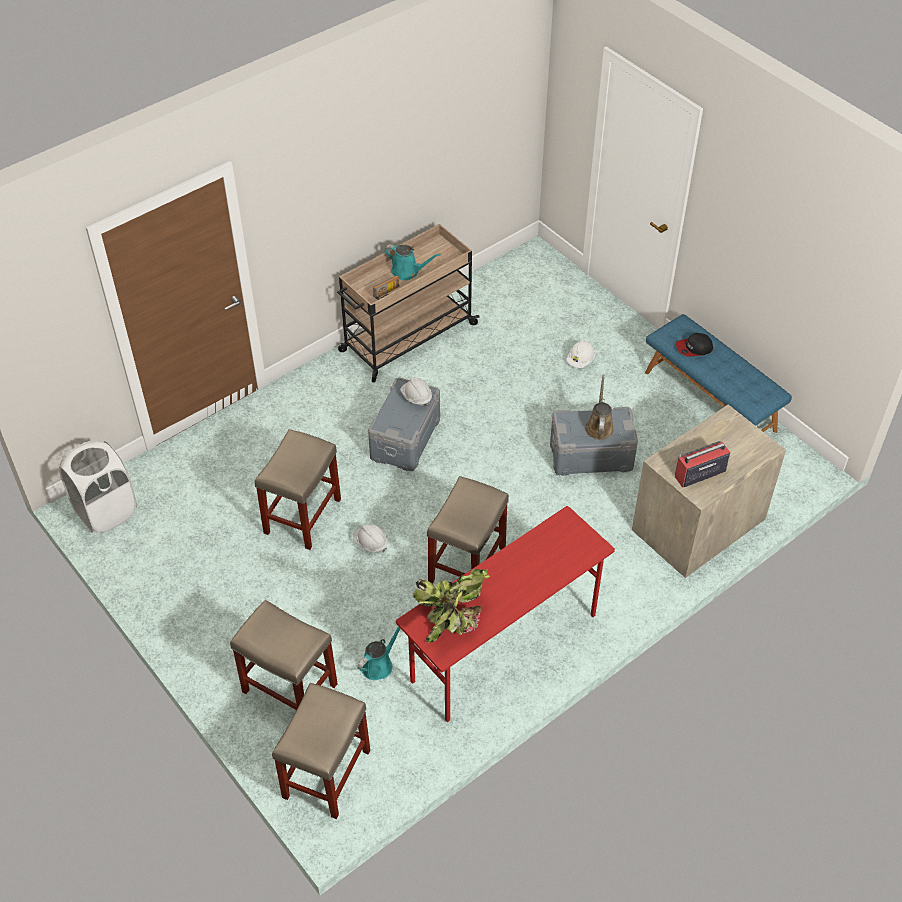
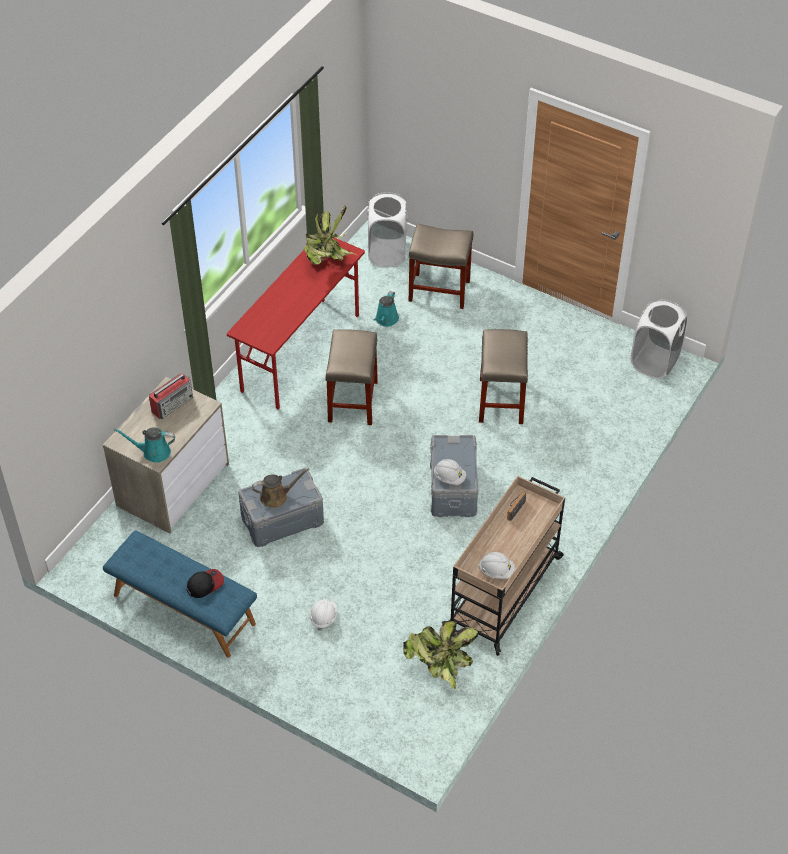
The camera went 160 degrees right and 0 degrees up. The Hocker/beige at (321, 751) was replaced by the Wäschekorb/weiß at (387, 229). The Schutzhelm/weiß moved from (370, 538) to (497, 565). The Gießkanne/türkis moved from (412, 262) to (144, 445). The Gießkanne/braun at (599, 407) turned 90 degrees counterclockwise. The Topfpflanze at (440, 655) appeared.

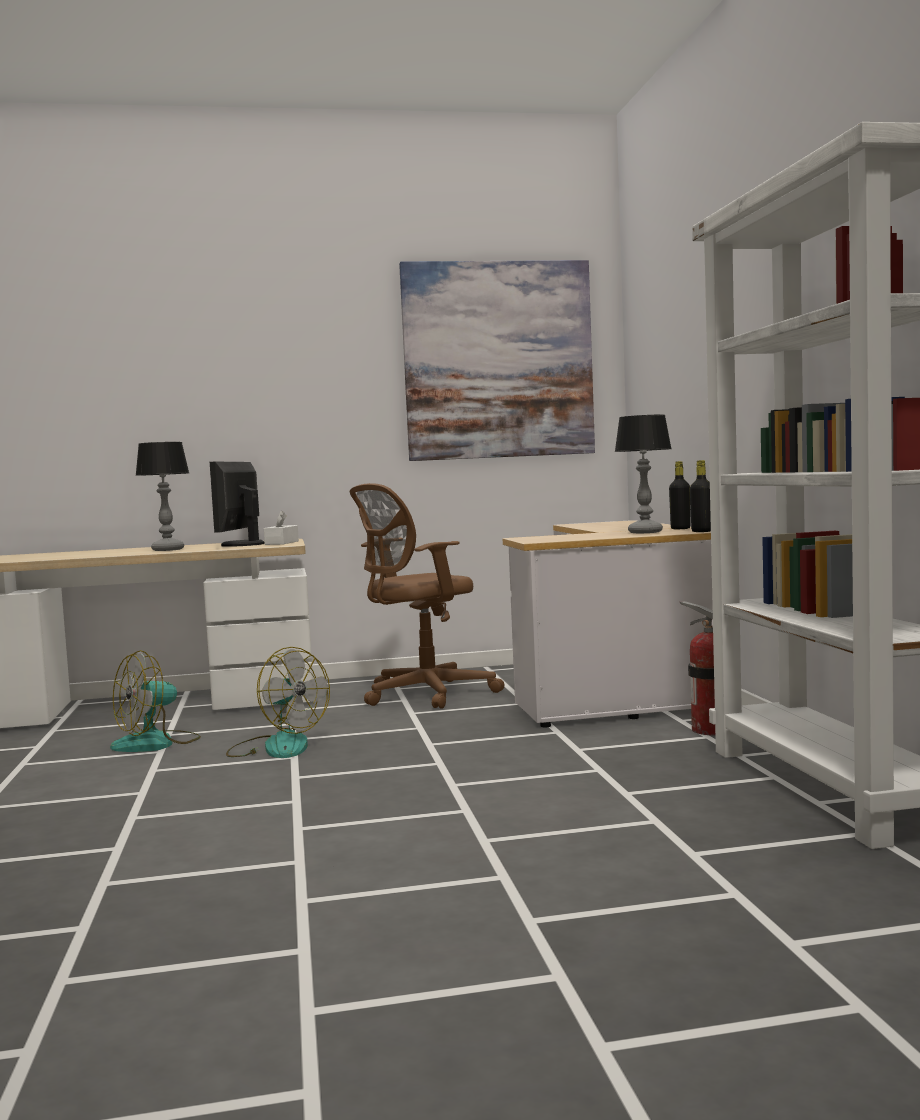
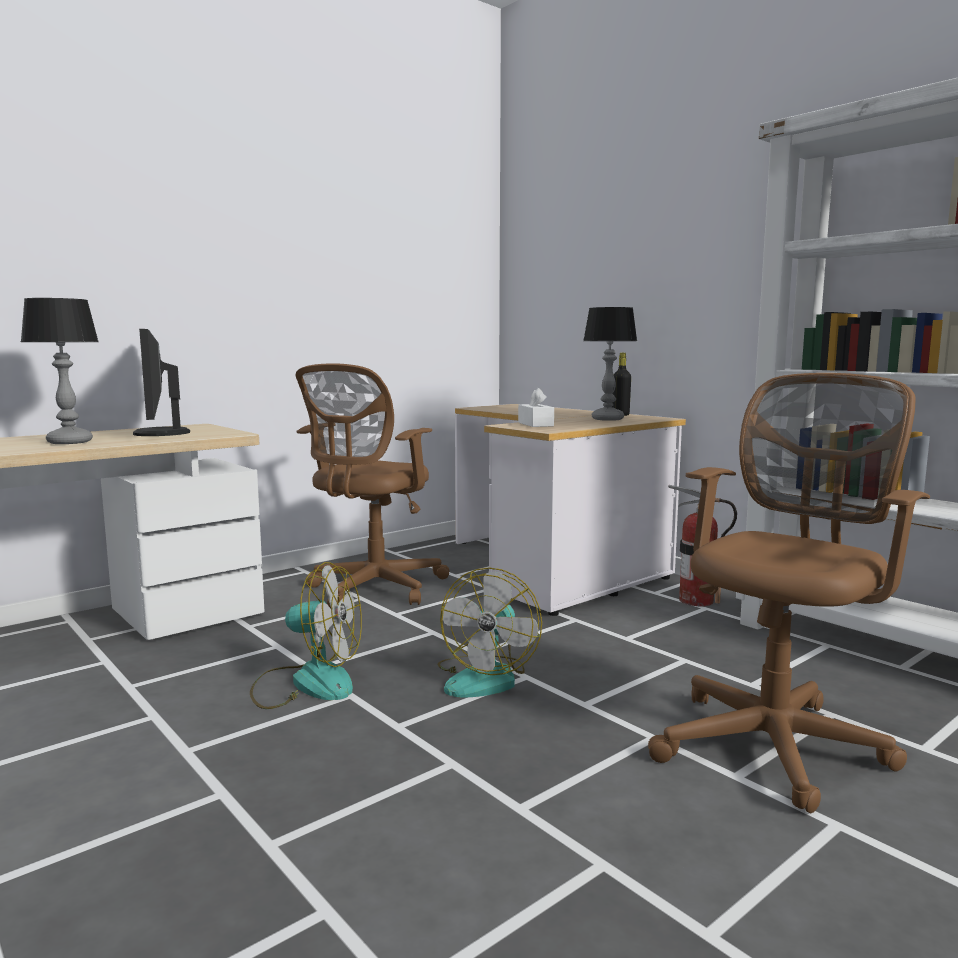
The camera went 30 degrees left and 5 degrees up. The Ventilator moved from (155, 701) to (490, 632). The Taschentuchbox/weiß moved from (281, 527) to (536, 407). The Bild at (497, 360) disappeared. The Flasche/schwarz at (700, 496) disappeared. The Bürostuhl/braun at (789, 593) appeared.

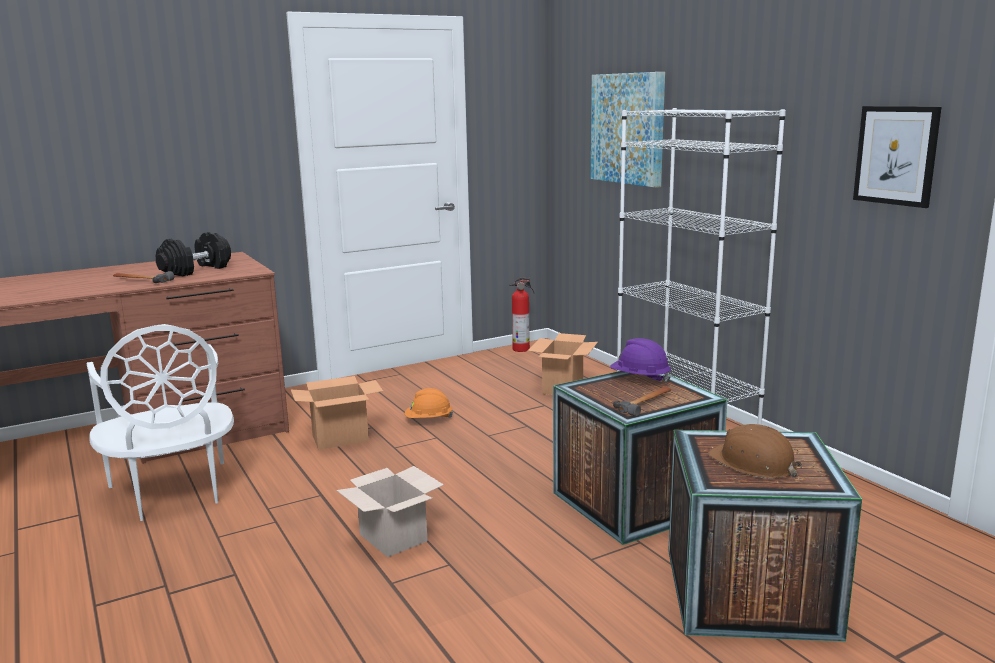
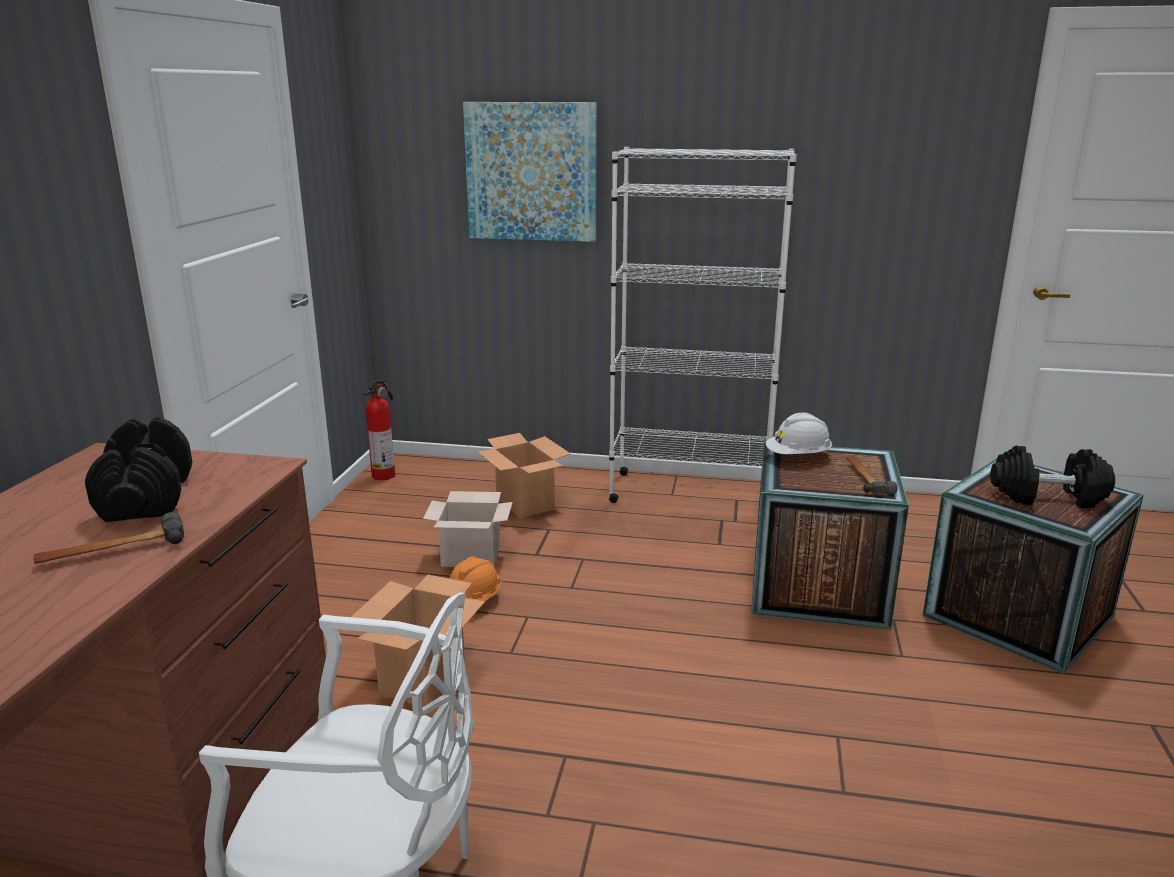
The camera went 50 degrees left and 5 degrees up. The Karton moved from (390, 511) to (468, 529). The Schutzhelm/lila at (640, 360) became the Schutzhelm/weiß at (799, 433). The Schutzhelm/braun at (755, 451) was replaced by the Hantel/schwarz at (1052, 476). The Bild at (897, 157) disappeared.

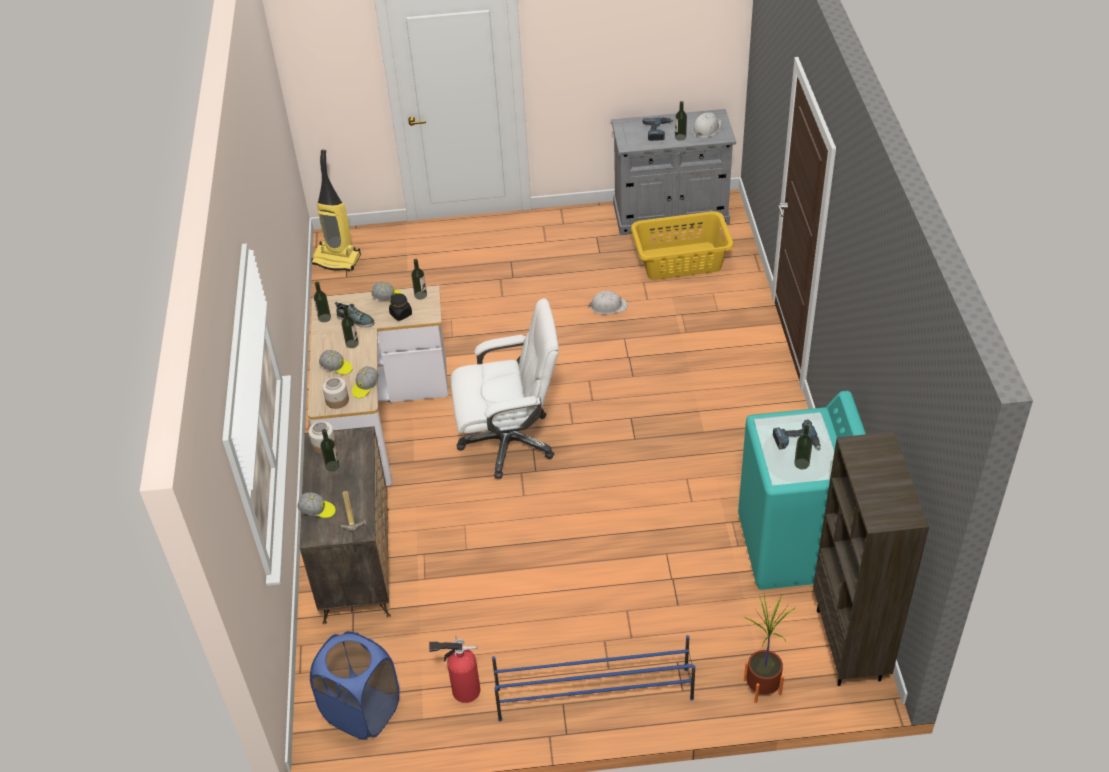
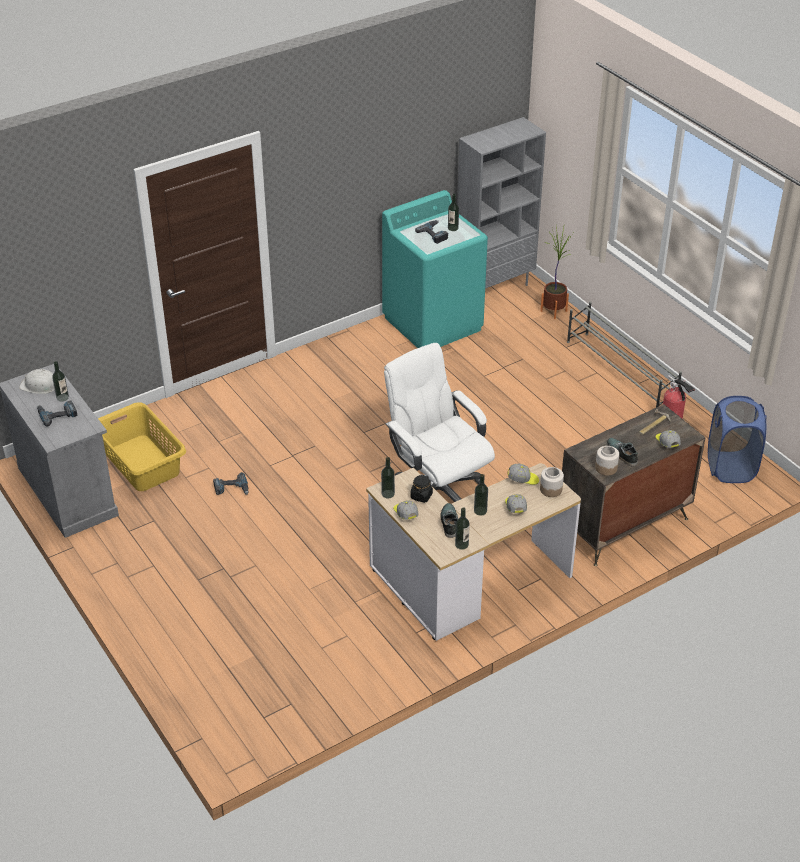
The camera went 120 degrees left and 5 degrees down. The Staubsauger at (336, 210) disappeared. The Flasche at (330, 450) was replaced by the Schuh at (622, 452). The Schuhregal/blau at (594, 678) became the Schuhregal/grau at (624, 354). The Schutzhelm/weiß at (607, 302) was replaced by the Bohrmaschine at (230, 483). The Bücherregal/braun at (871, 559) became the Bücherregal/grau at (501, 203).

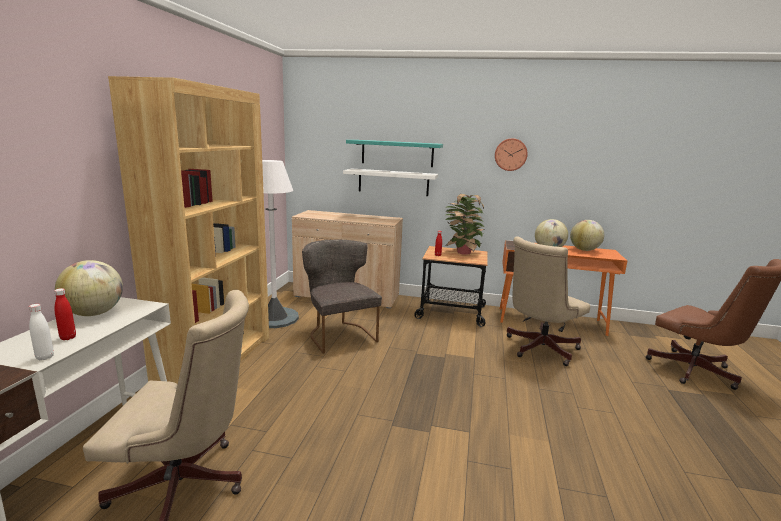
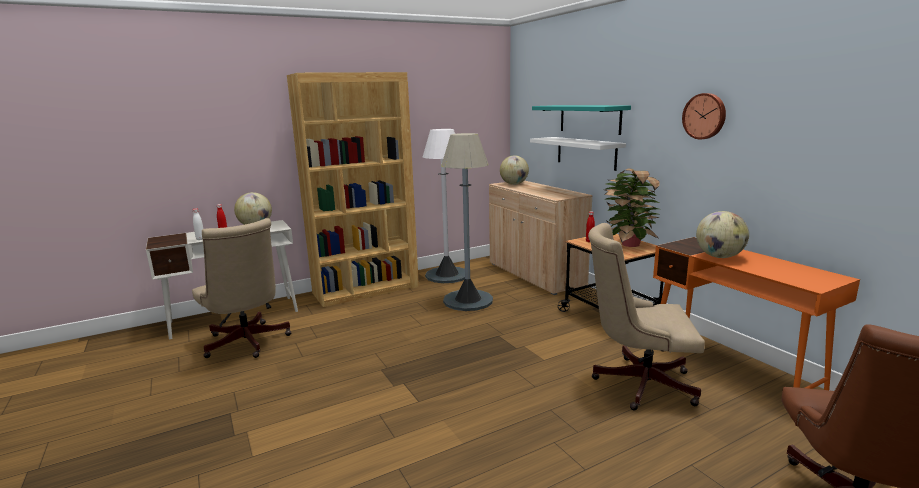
The camera went 50 degrees right and 0 degrees up. The Stuhl/grau at (342, 297) was replaced by the Stehlampe/grau at (467, 222). The Globus moved from (587, 235) to (514, 170).

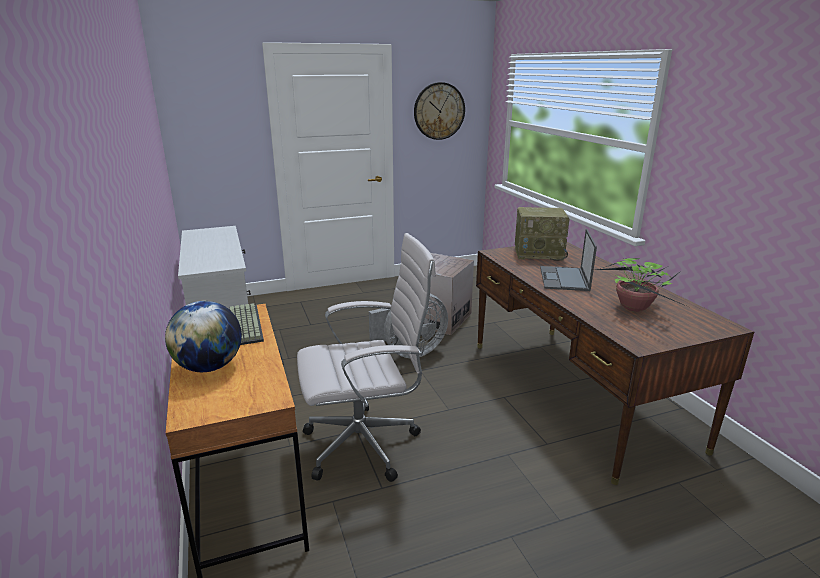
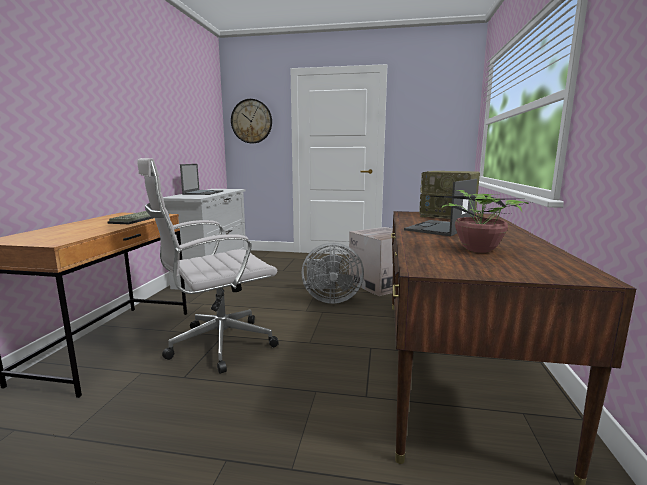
The camera went 30 degrees right and 10 degrees down. The Globus at (203, 336) disappeared. The Bürostuhl/weiß at (366, 357) turned 135 degrees clockwise. The Wanduhr moved from (439, 111) to (251, 121). The Laptop at (202, 179) appeared.

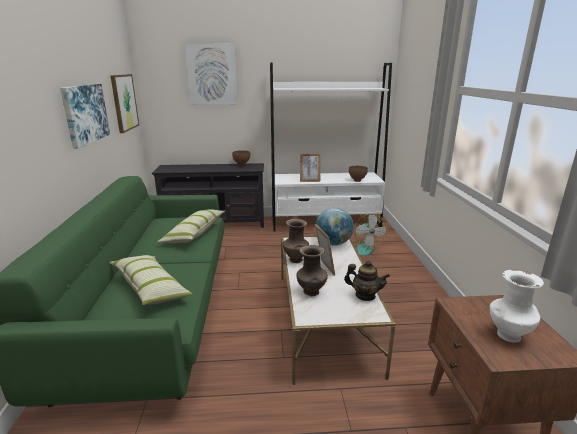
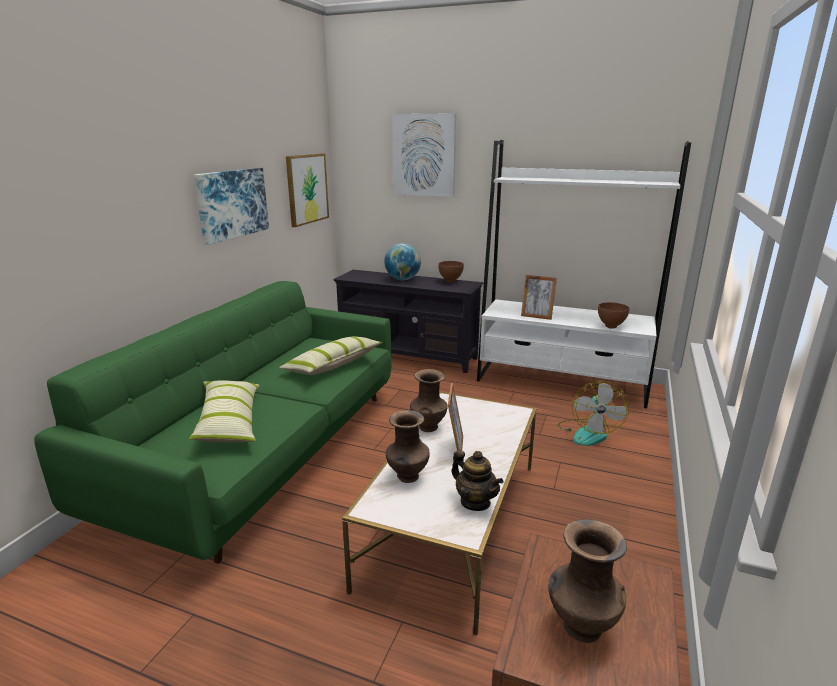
The camera went 25 degrees right and 0 degrees up. The Globus moved from (335, 227) to (402, 261). The Vase/weiß at (516, 306) became the Vase/braun at (587, 581).

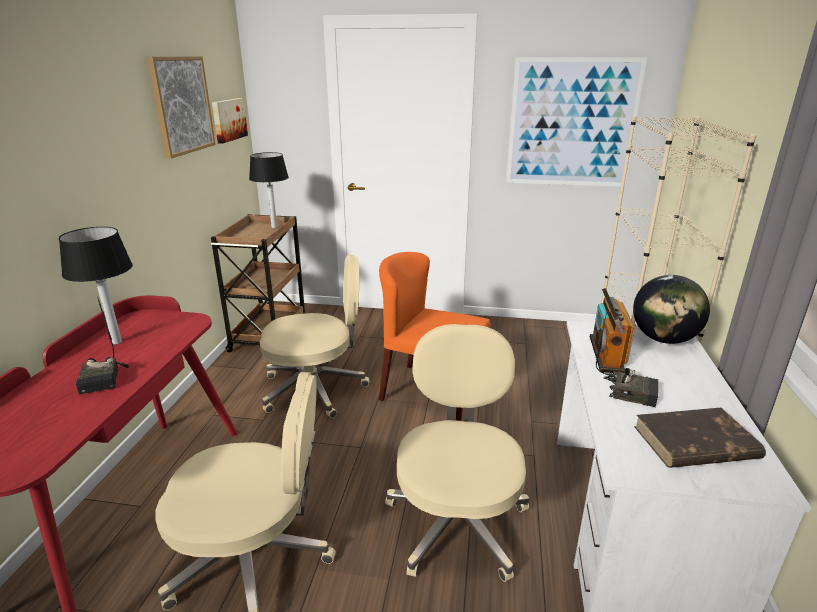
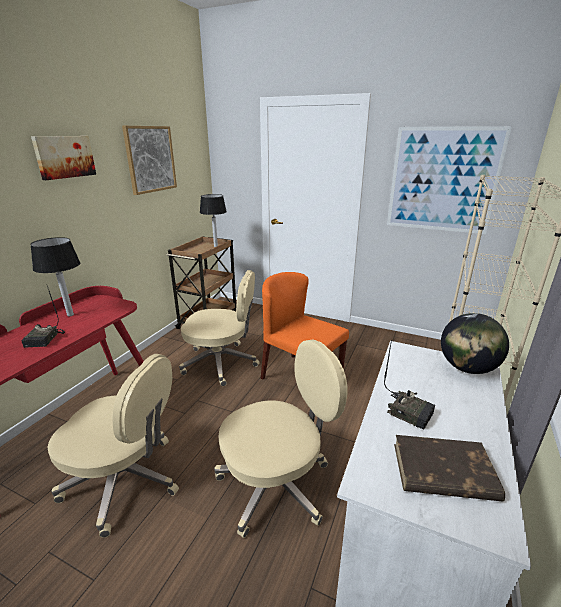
The camera went 15 degrees right and 0 degrees up. The Bild moved from (230, 121) to (63, 158). The Bürostuhl/beige at (457, 453) turned 45 degrees clockwise. The Radio at (612, 330) disappeared.

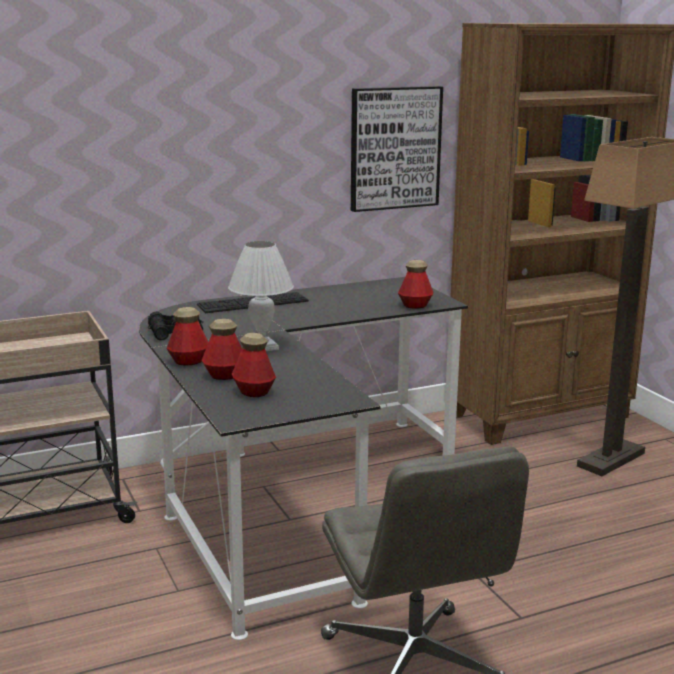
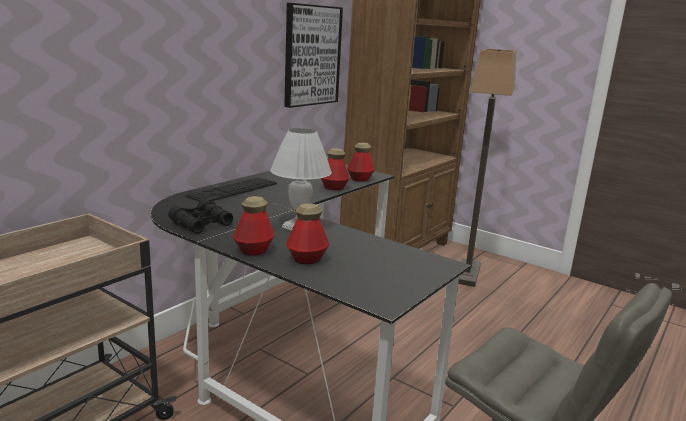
The camera went 30 degrees left and 0 degrees up. The Flasche moved from (254, 365) to (335, 169).

